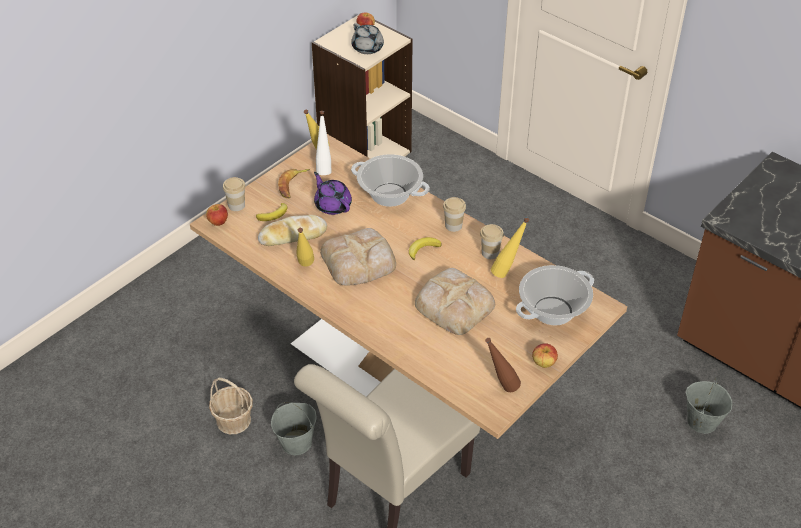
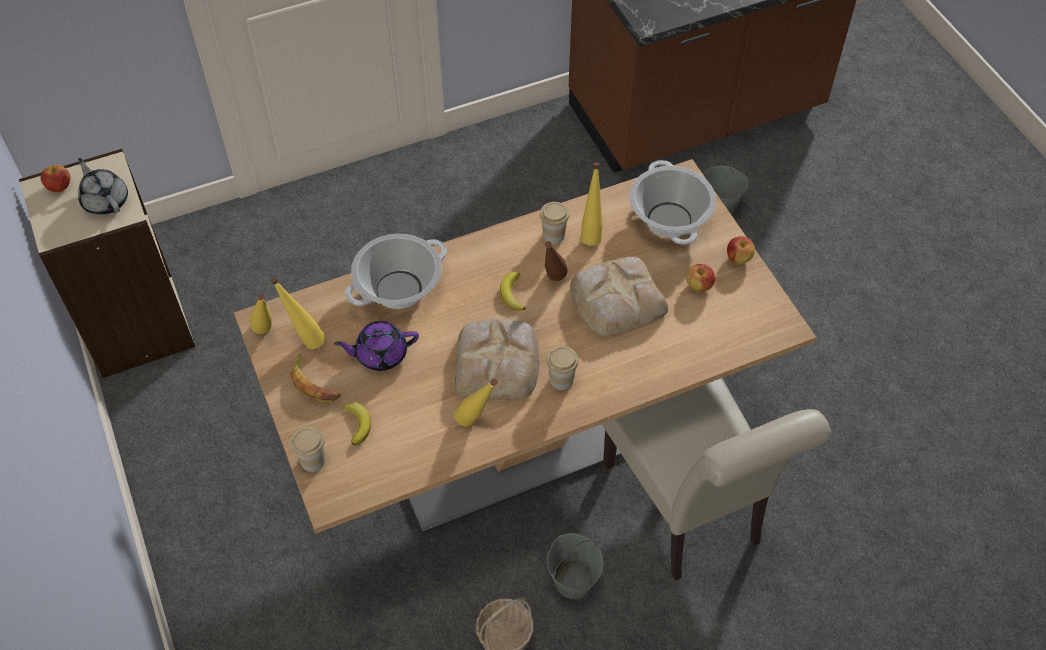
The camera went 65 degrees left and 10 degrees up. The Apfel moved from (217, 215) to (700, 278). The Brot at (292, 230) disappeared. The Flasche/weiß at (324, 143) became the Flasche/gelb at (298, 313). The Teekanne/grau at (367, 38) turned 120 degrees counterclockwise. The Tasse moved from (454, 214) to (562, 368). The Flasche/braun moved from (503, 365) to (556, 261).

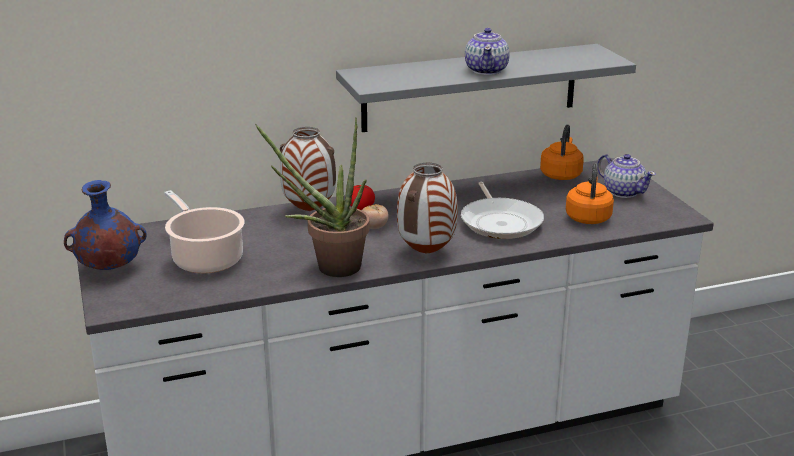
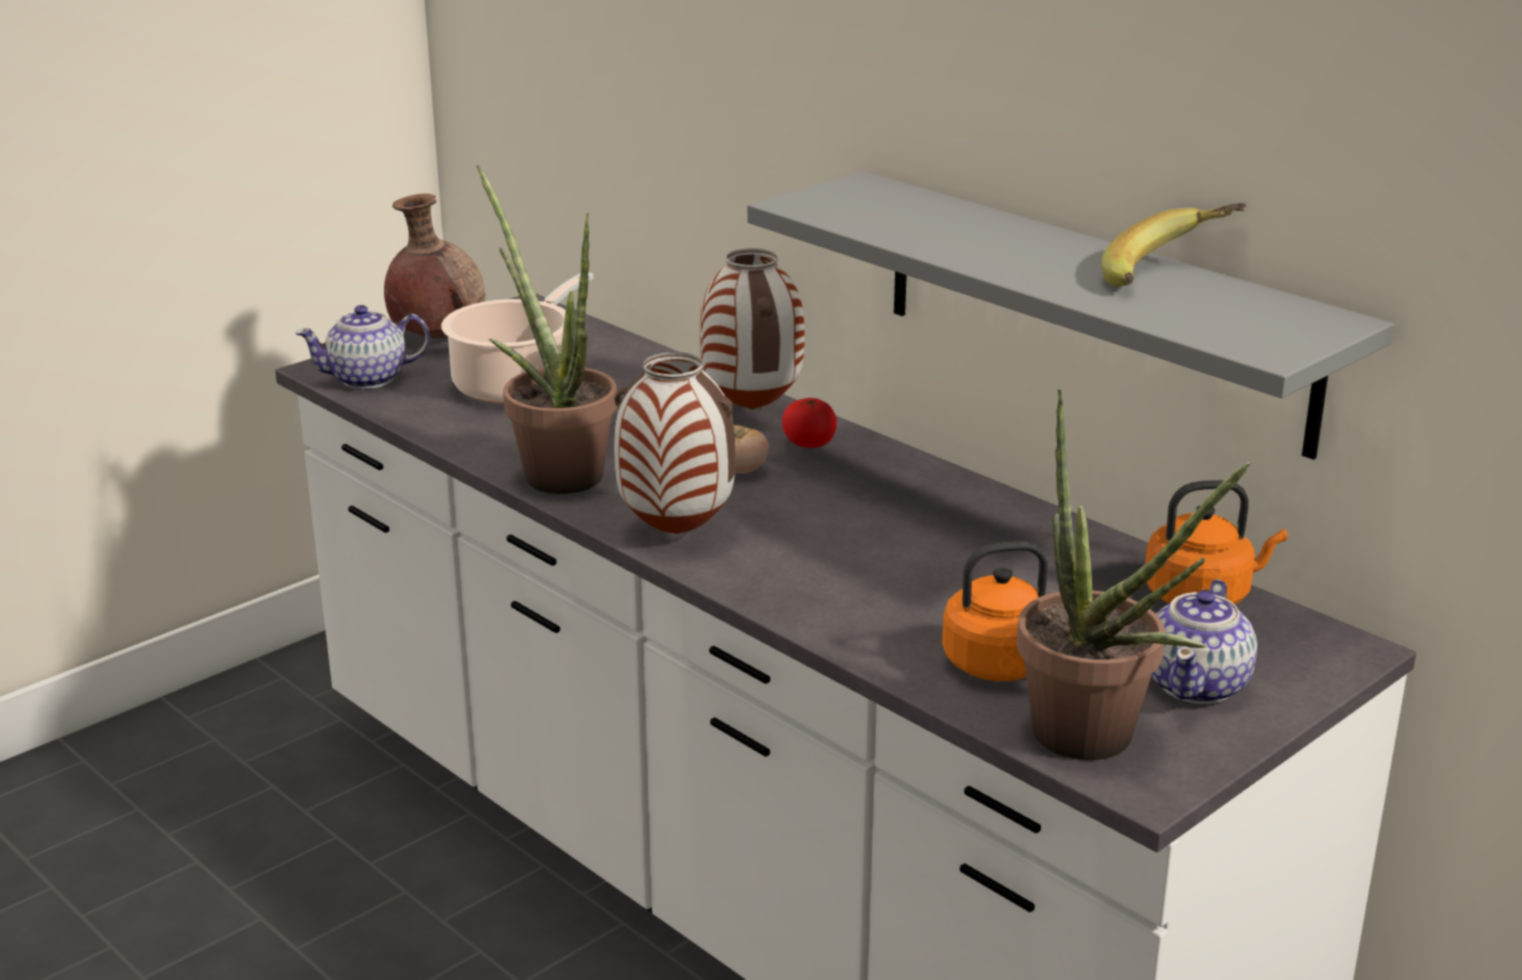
The camera went 65 degrees right and 0 degrees up. The Vase/blau at (105, 225) became the Vase/braun at (434, 265). The Pfanne at (502, 210) disappeared. The Teekanne moved from (487, 51) to (362, 347). The Topfpflanze at (1133, 574) appeared. The Banane at (1174, 245) appeared.

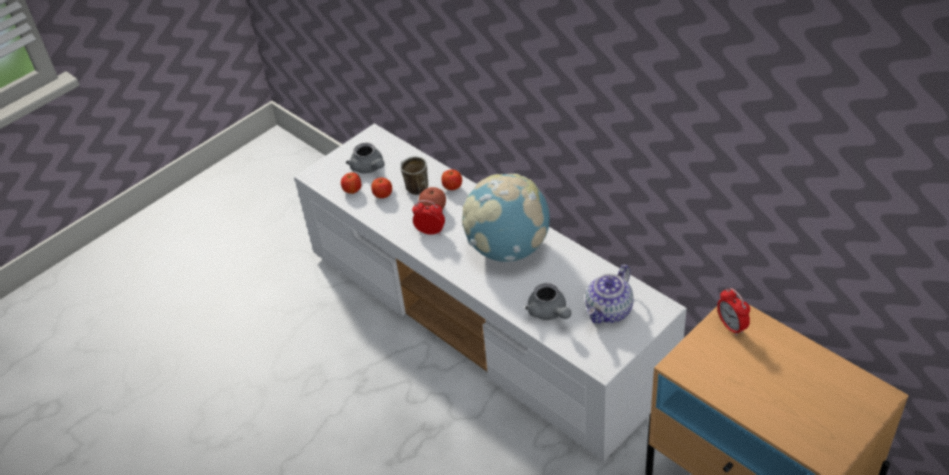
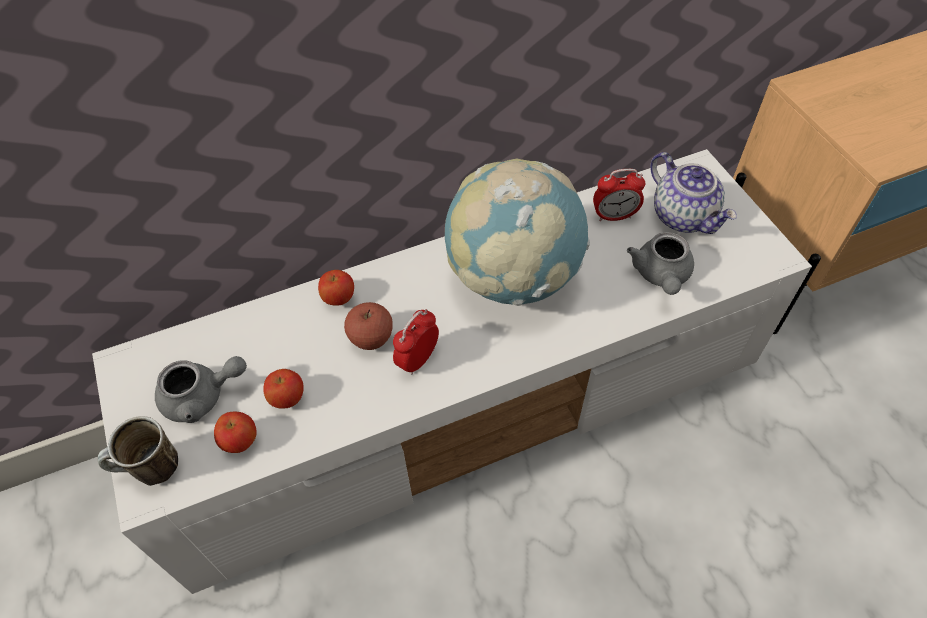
The camera went 70 degrees left and 10 degrees up. The Henkelbecher moved from (414, 175) to (138, 451). The Teekanne/grau at (548, 301) turned 105 degrees clockwise. The Wecker moved from (733, 312) to (619, 195).

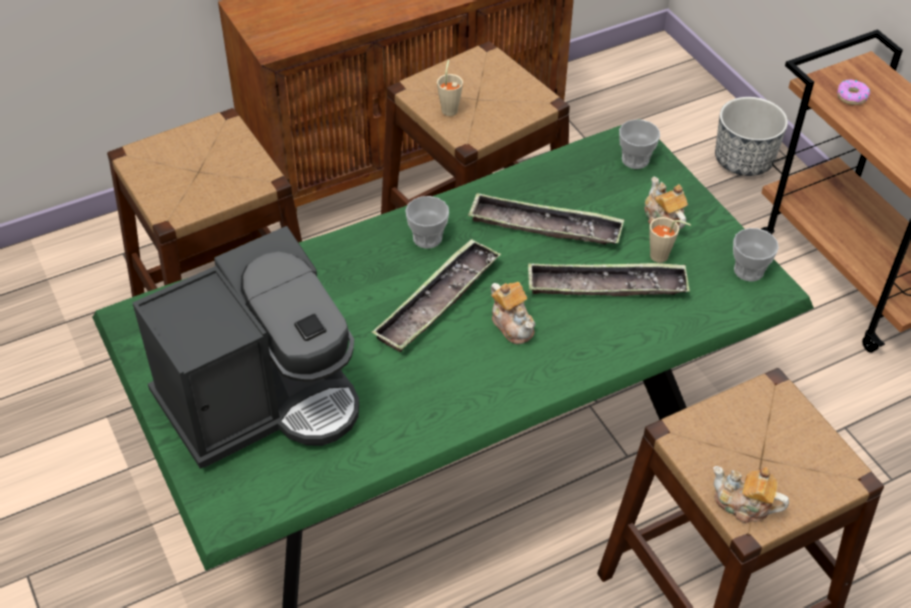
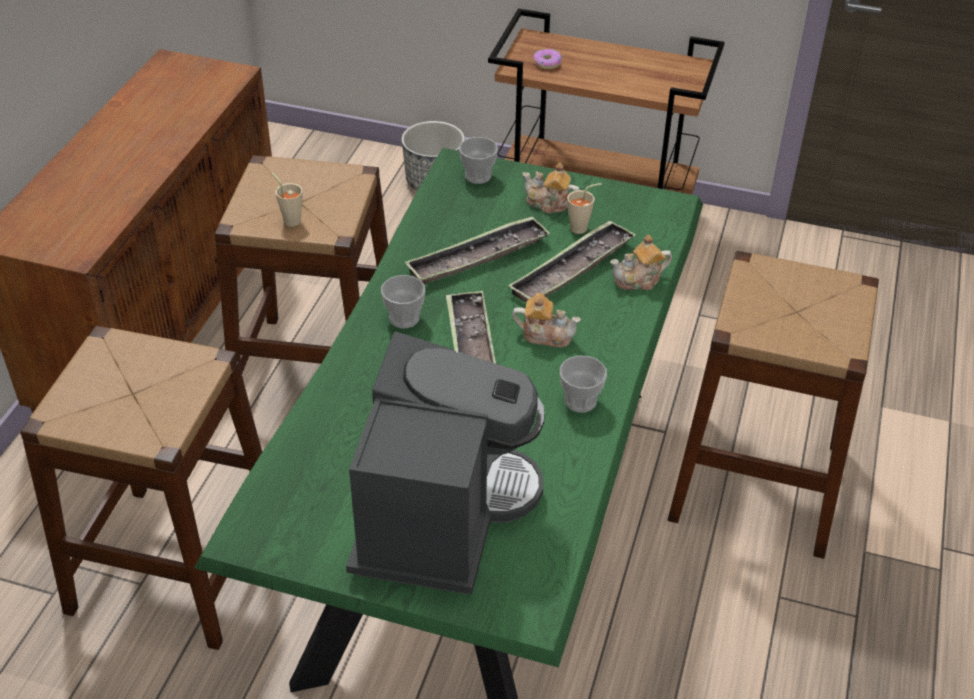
The camera went 45 degrees left and 5 degrees down. The Teekanne moved from (751, 494) to (641, 262). The Tasse moved from (756, 254) to (583, 384).

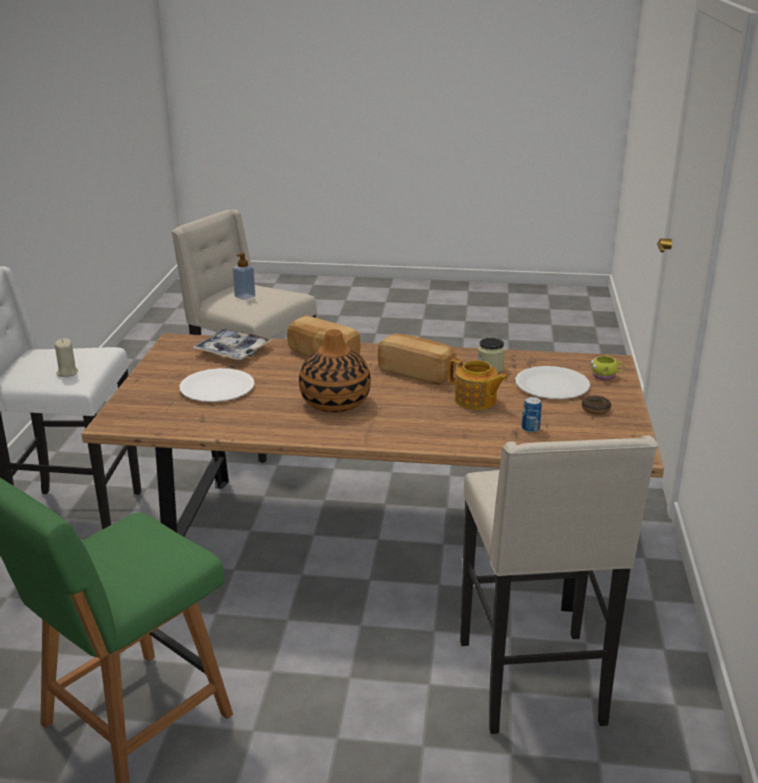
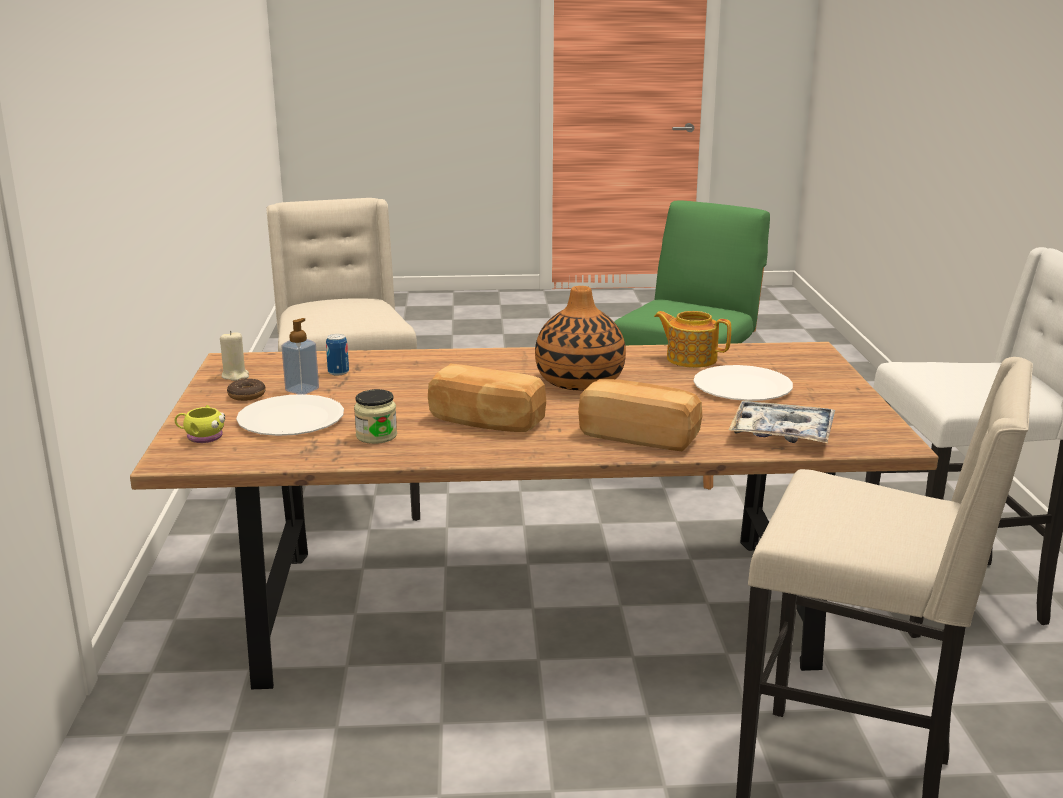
The camera went 170 degrees right and 5 degrees down. The Kerze/beige moved from (66, 357) to (234, 356). The Seifenspender moved from (244, 276) to (300, 356). The Teekanne moved from (478, 384) to (692, 339).

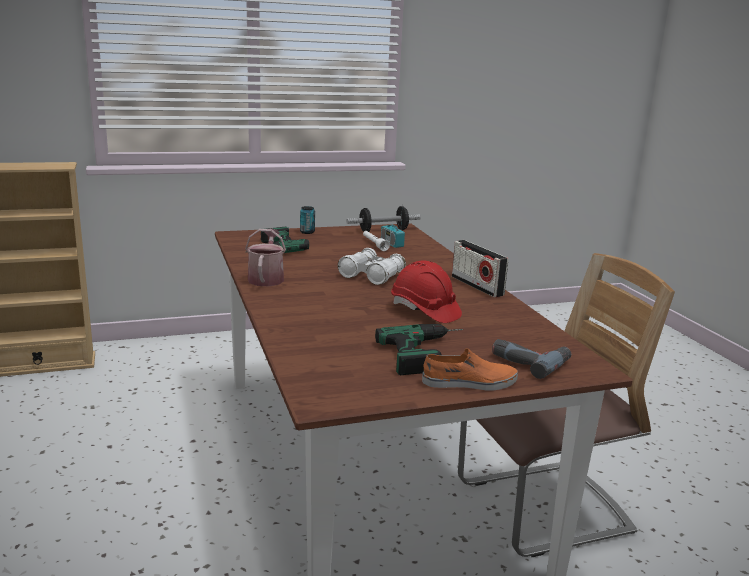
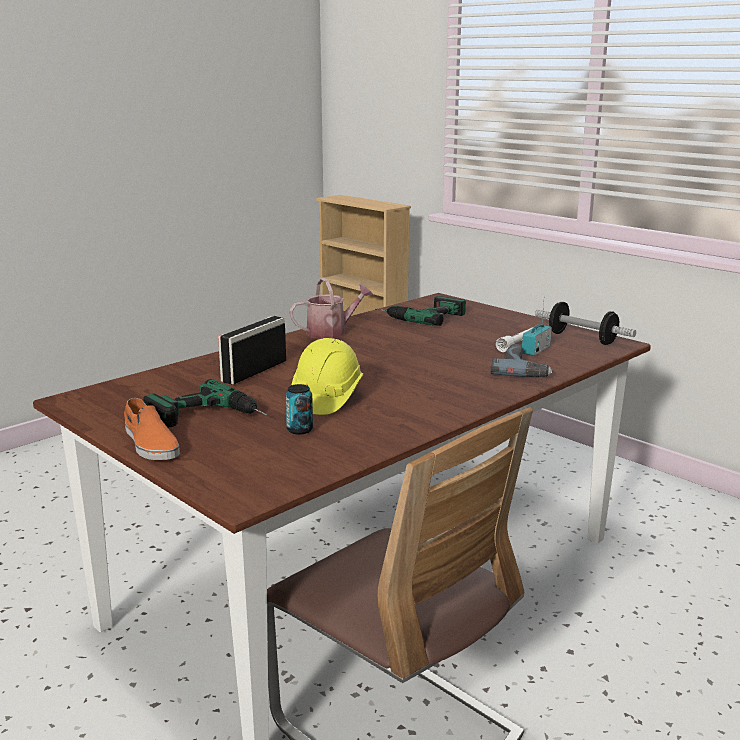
The camera went 65 degrees right and 0 degrees up. The Dose moved from (307, 220) to (299, 409). The Fernglas/weiß at (372, 266) disappeared. The Schutzhelm/rot at (426, 291) became the Schutzhelm/gelb at (327, 376). The Radio moved from (480, 268) to (252, 350). The Bohrmaschine moved from (531, 359) to (521, 360).

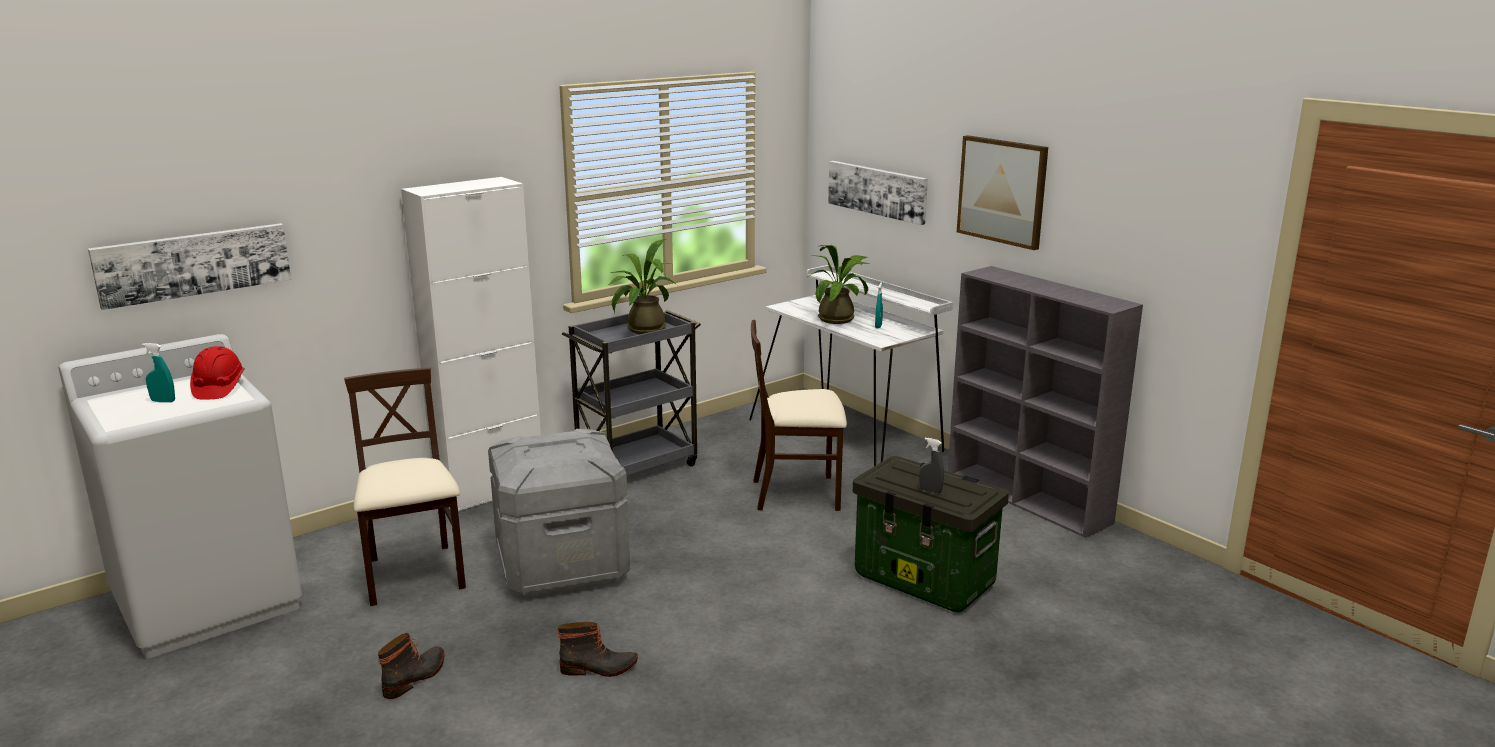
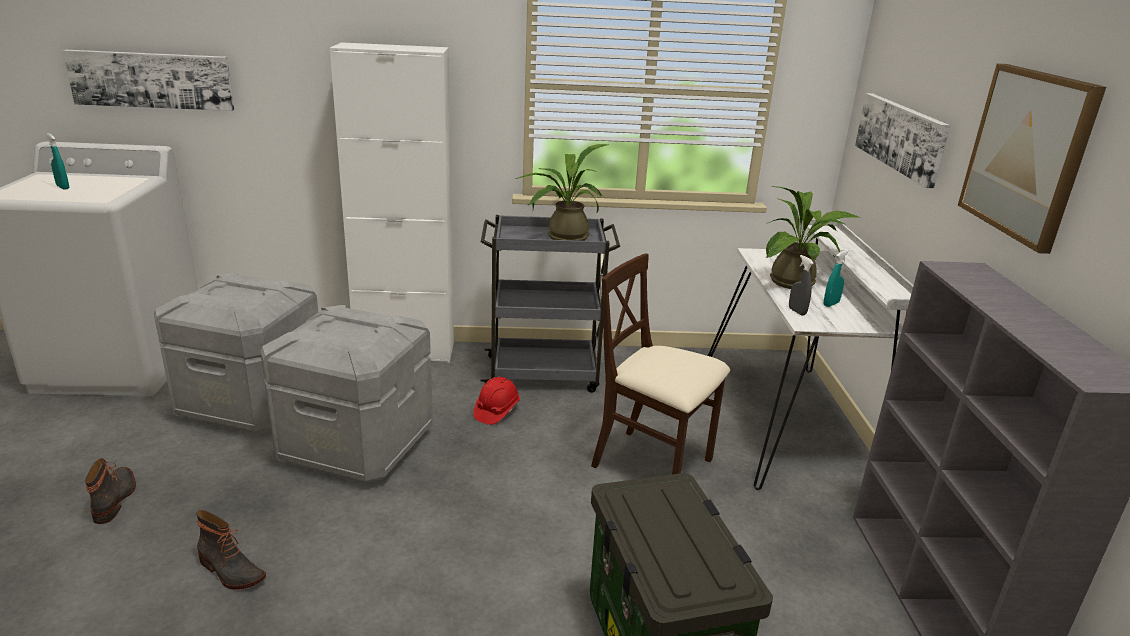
The camera went 35 degrees right and 5 degrees up. The Schutzhelm/rot moved from (217, 373) to (496, 401). The Stuhl/beige at (405, 486) was replaced by the Aufbewahrungsbox/grau at (236, 353). The Stiefel at (411, 666) turned 75 degrees counterclockwise. The Sprühflasche/grau moved from (931, 466) to (801, 285).

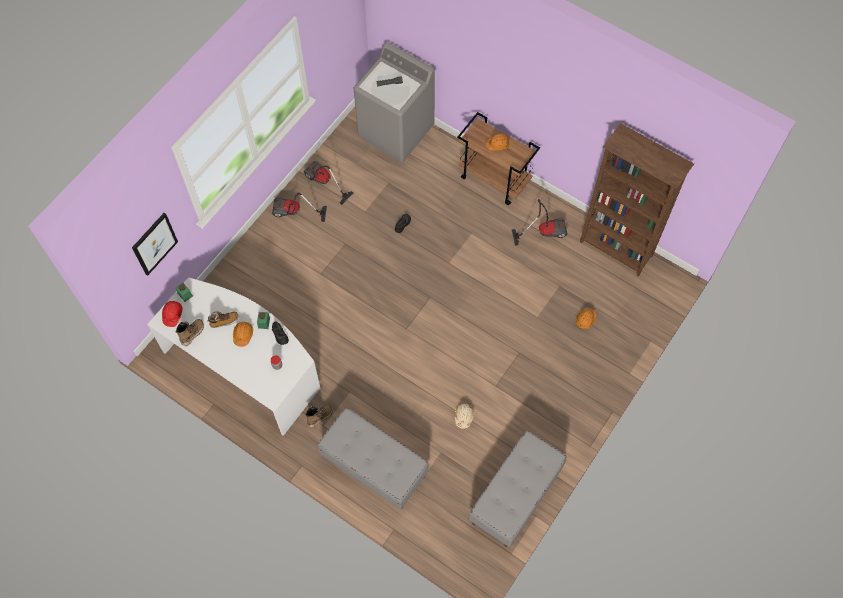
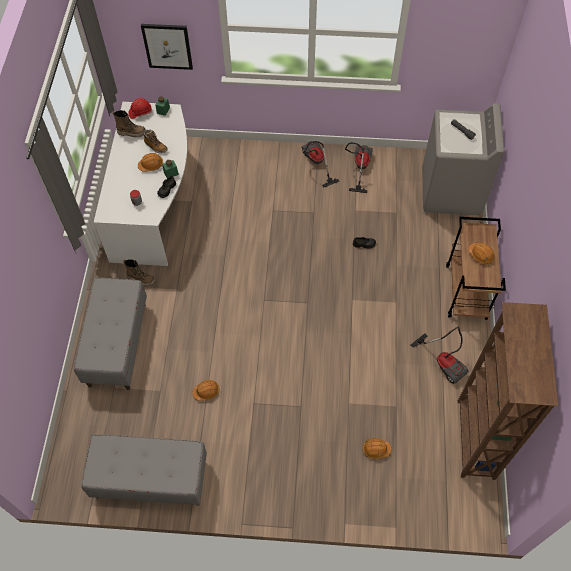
The camera went 60 degrees right and 5 degrees down. The Schutzhelm/beige at (464, 416) became the Schutzhelm/orange at (206, 390).

